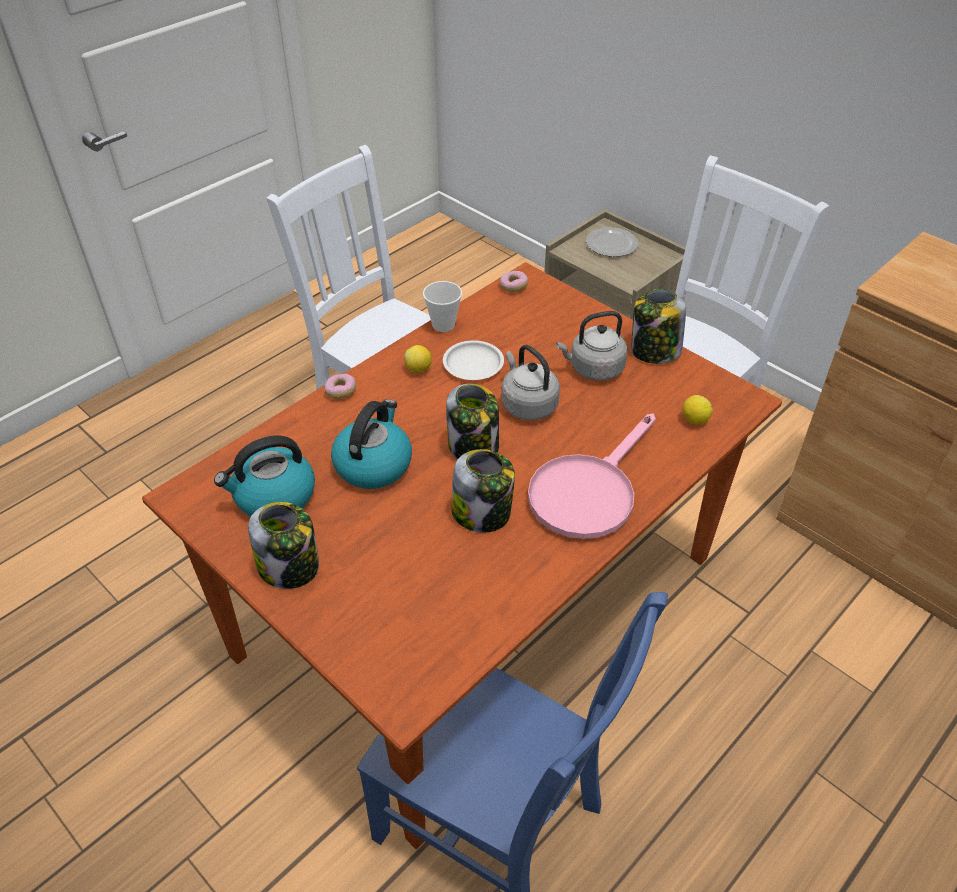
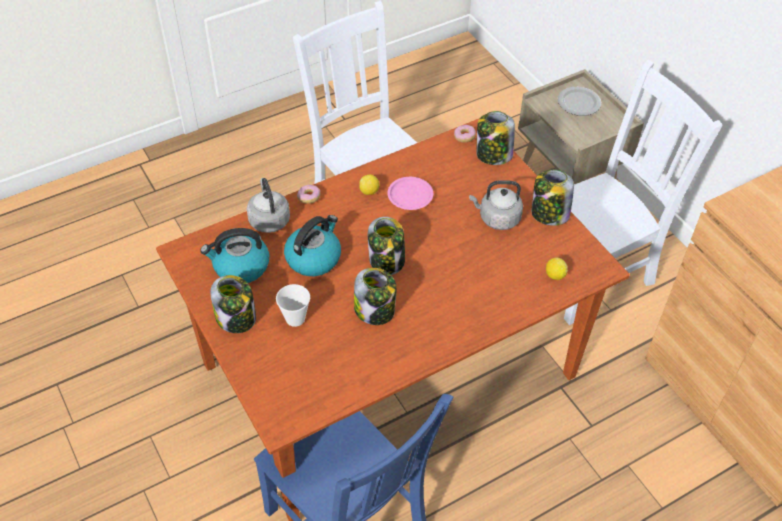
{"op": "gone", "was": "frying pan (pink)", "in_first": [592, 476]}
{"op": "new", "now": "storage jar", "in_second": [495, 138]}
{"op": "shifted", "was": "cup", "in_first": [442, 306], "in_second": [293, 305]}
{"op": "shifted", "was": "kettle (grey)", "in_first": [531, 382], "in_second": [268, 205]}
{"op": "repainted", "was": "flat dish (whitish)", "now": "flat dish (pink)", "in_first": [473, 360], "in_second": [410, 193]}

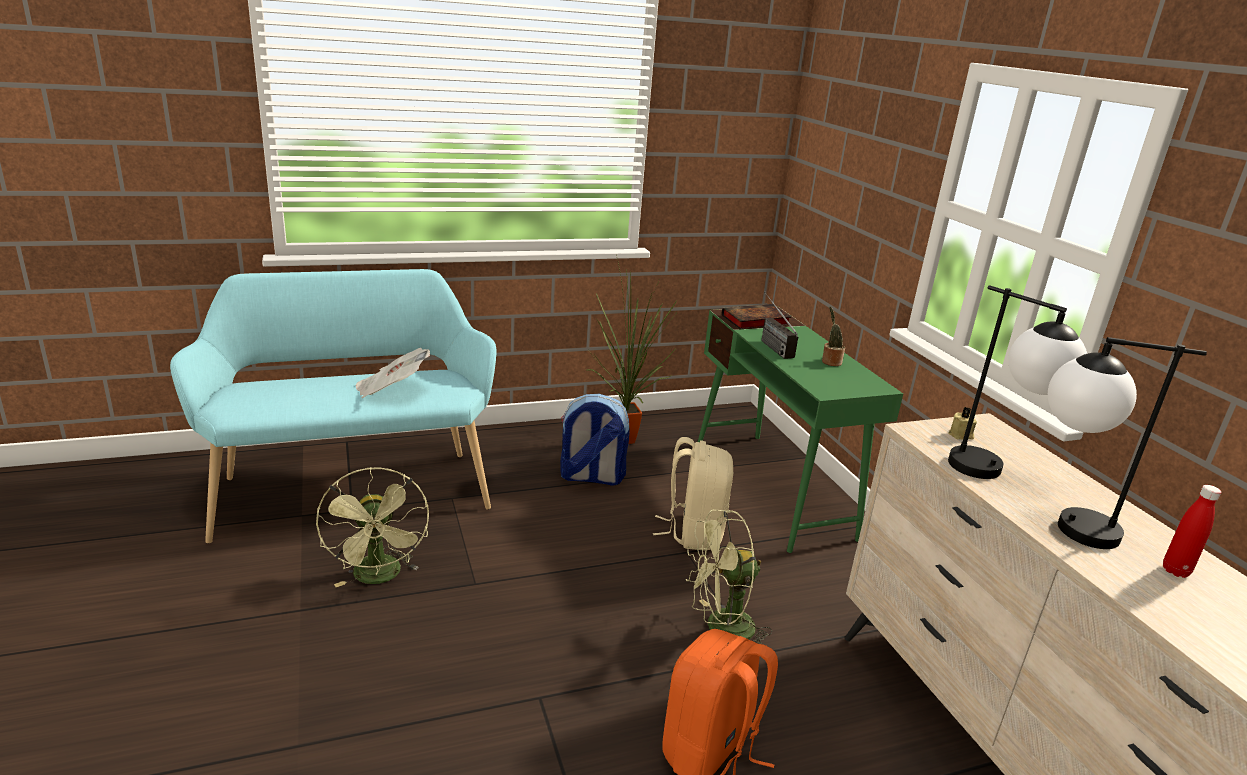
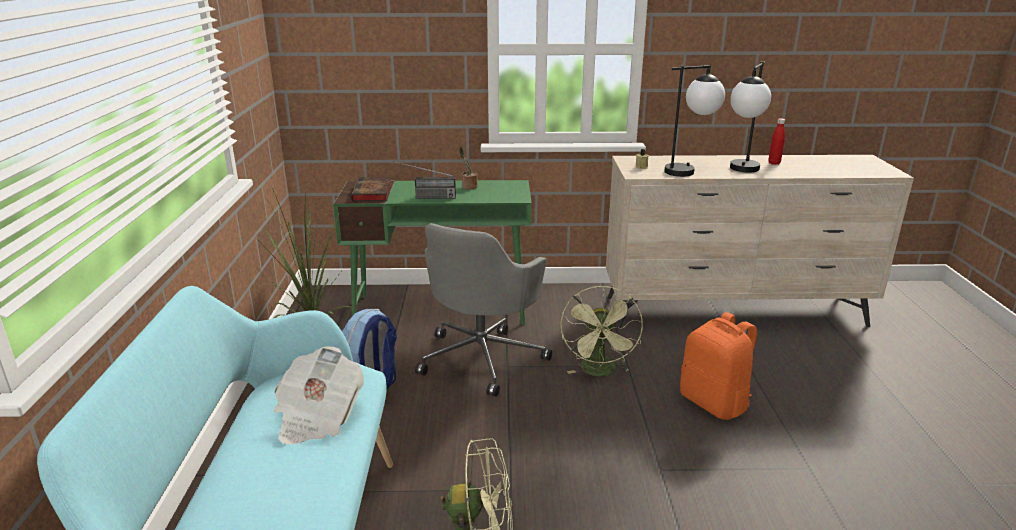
{"op": "swapped", "was": "backpack (beige)", "now": "desk chair (grey)", "in_first": [693, 494], "in_second": [483, 310]}

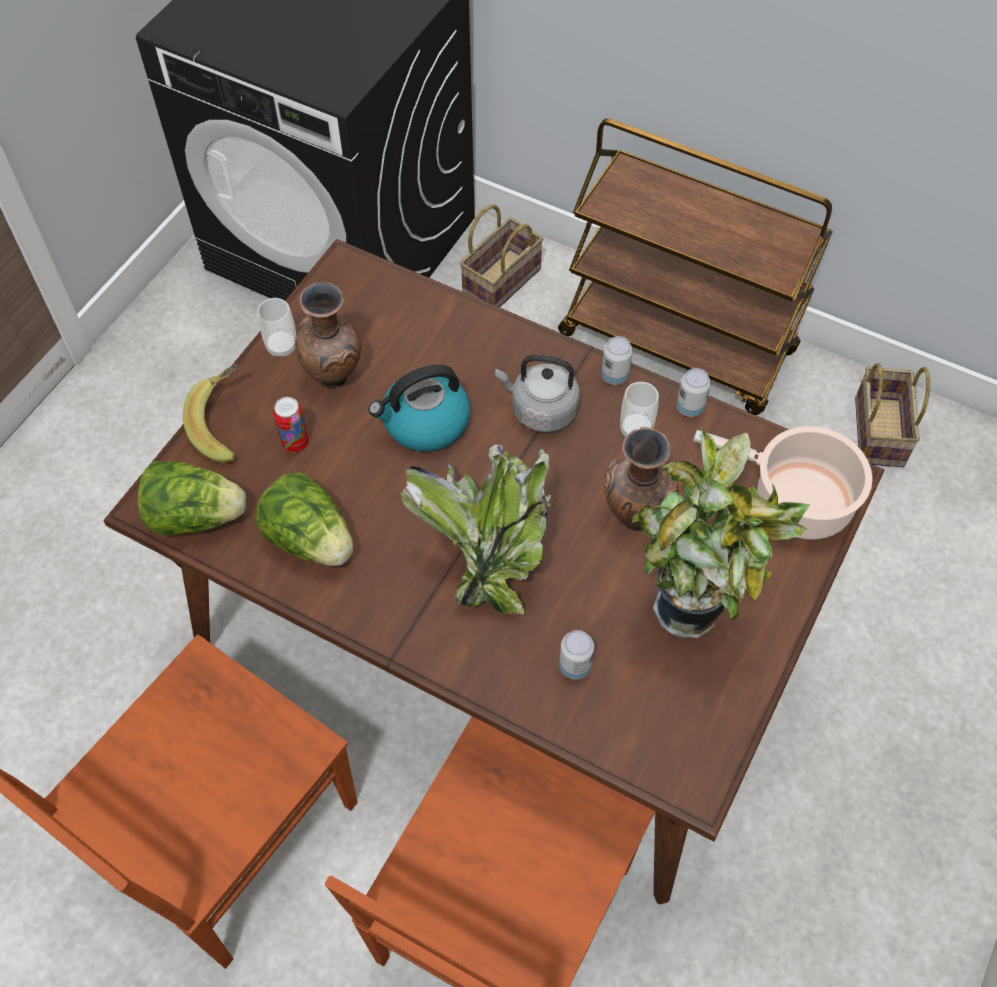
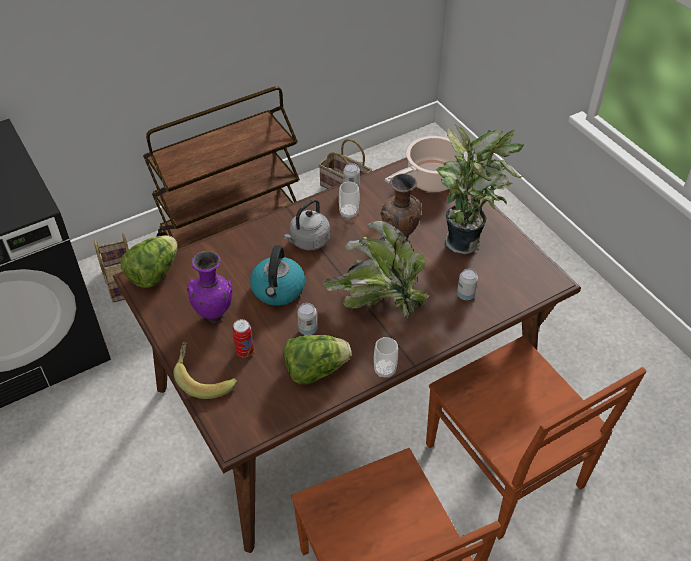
{"op": "shifted", "was": "lettuce", "in_first": [192, 498], "in_second": [149, 261]}
{"op": "shifted", "was": "cup", "in_first": [276, 327], "in_second": [386, 357]}
{"op": "shifted", "was": "can", "in_first": [617, 360], "in_second": [307, 319]}
{"op": "repainted", "was": "decorative vase (brown)", "now": "decorative vase (purplish)", "in_first": [328, 335], "in_second": [210, 287]}

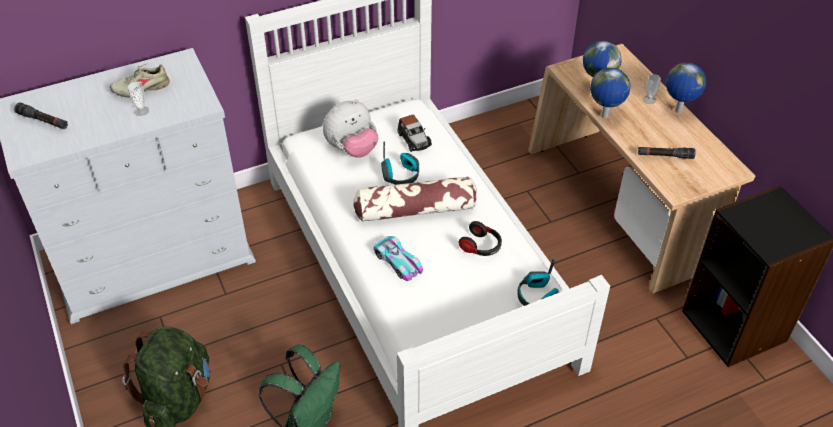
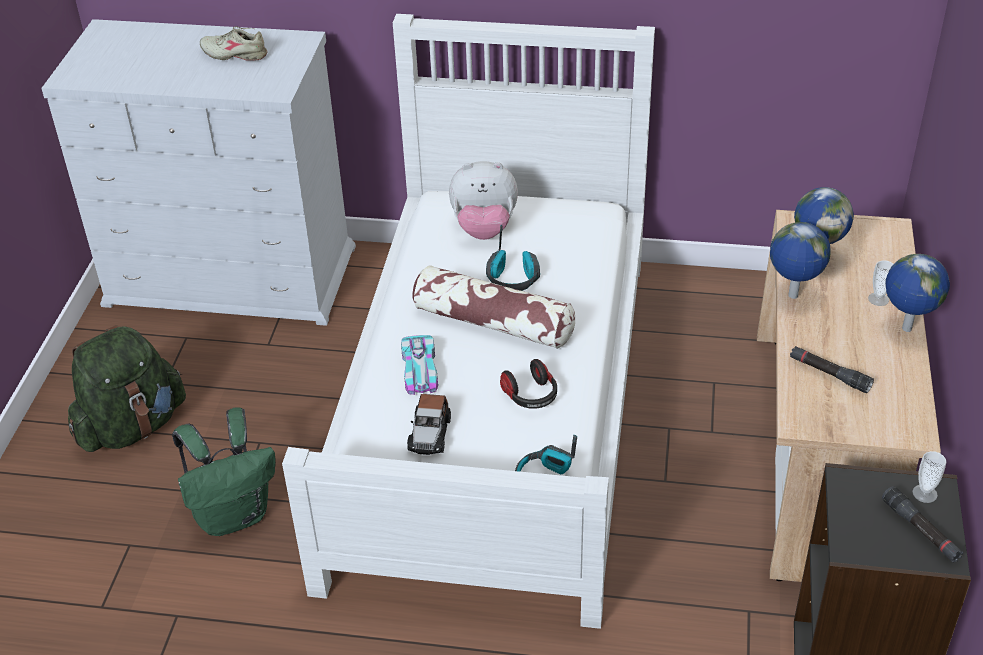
{"op": "shifted", "was": "torch (black-coloured)", "in_first": [41, 116], "in_second": [922, 524]}
{"op": "shifted", "was": "cup", "in_first": [138, 99], "in_second": [929, 477]}
{"op": "shifted", "was": "model car", "in_first": [415, 133], "in_second": [429, 424]}

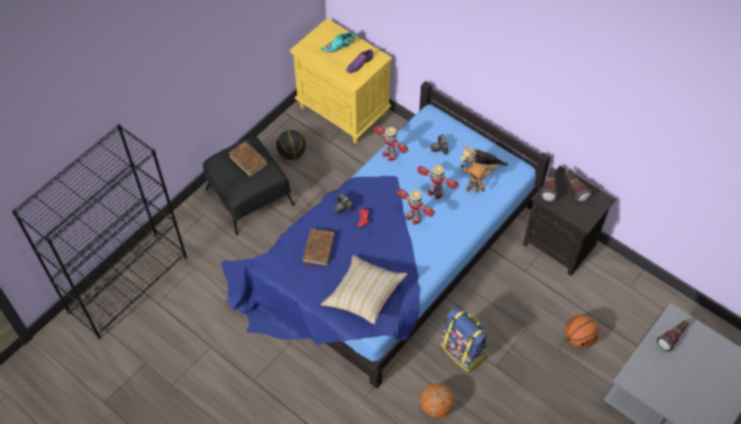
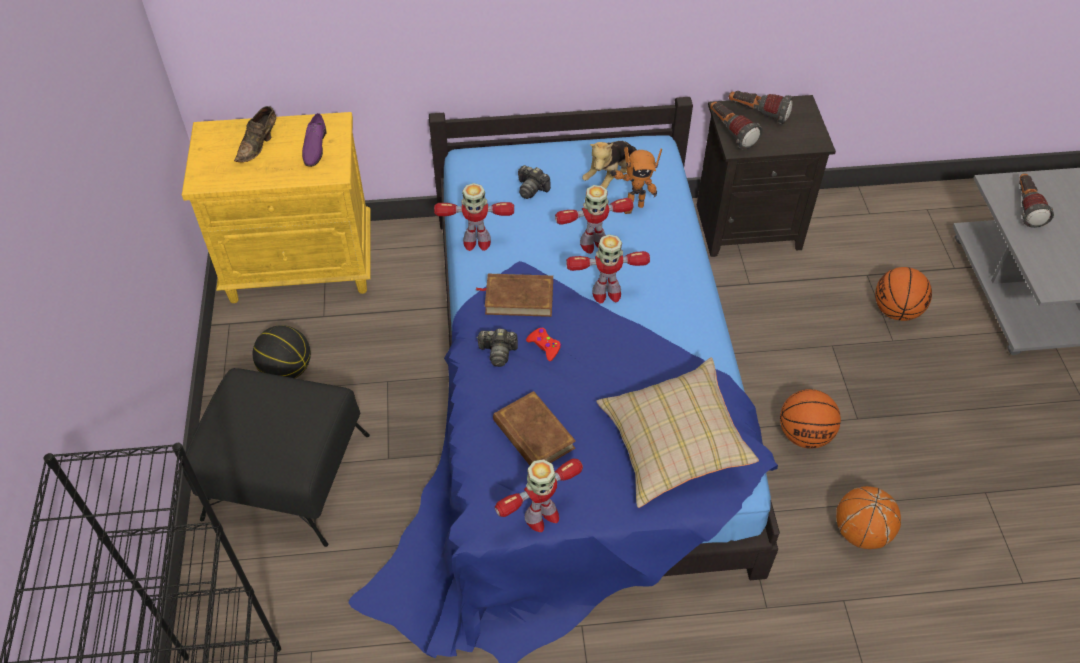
{"op": "new", "now": "robot figure", "in_second": [539, 495]}
{"op": "shifted", "was": "bound book (brown)", "in_first": [248, 159], "in_second": [514, 295]}
{"op": "swapped", "was": "backpack", "now": "basketball", "in_first": [465, 340], "in_second": [810, 419]}
{"op": "repainted", "was": "shoe (blue-green)", "now": "shoe (brown)", "in_first": [338, 42], "in_second": [255, 134]}

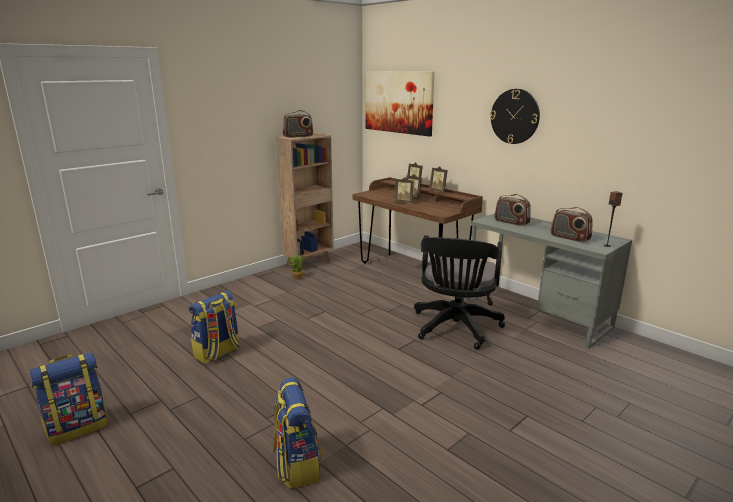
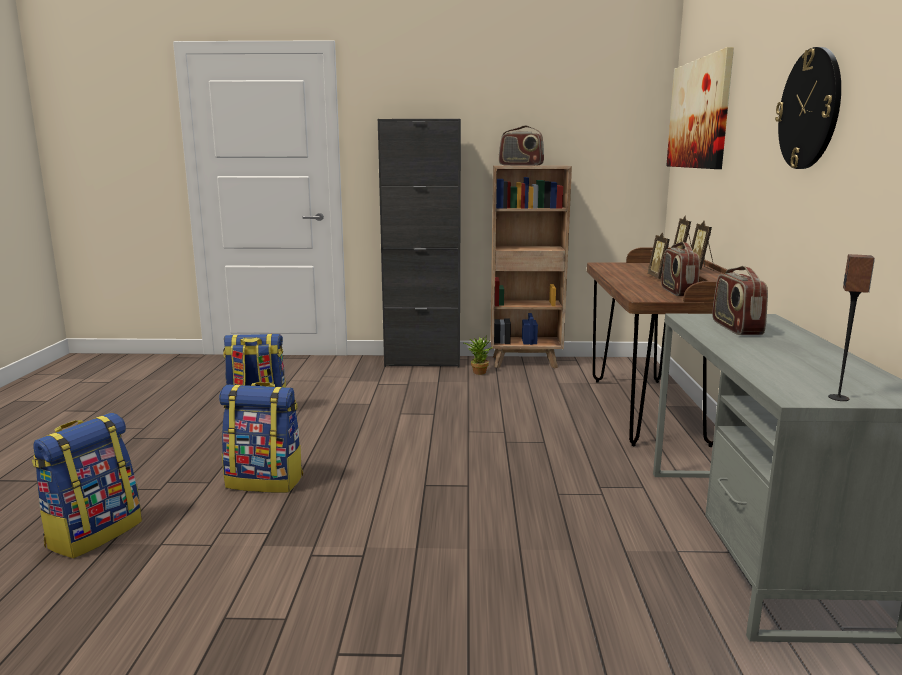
{"op": "gone", "was": "photo frame", "in_first": [404, 190]}
{"op": "gone", "was": "desk chair (black-coloured)", "in_first": [459, 292]}
{"op": "new", "now": "cabinet (black-coloured)", "in_second": [419, 243]}
{"op": "shifted", "was": "backpack", "in_first": [69, 399], "in_second": [261, 437]}
{"op": "shifted", "was": "radio set", "in_first": [572, 224], "in_second": [680, 269]}

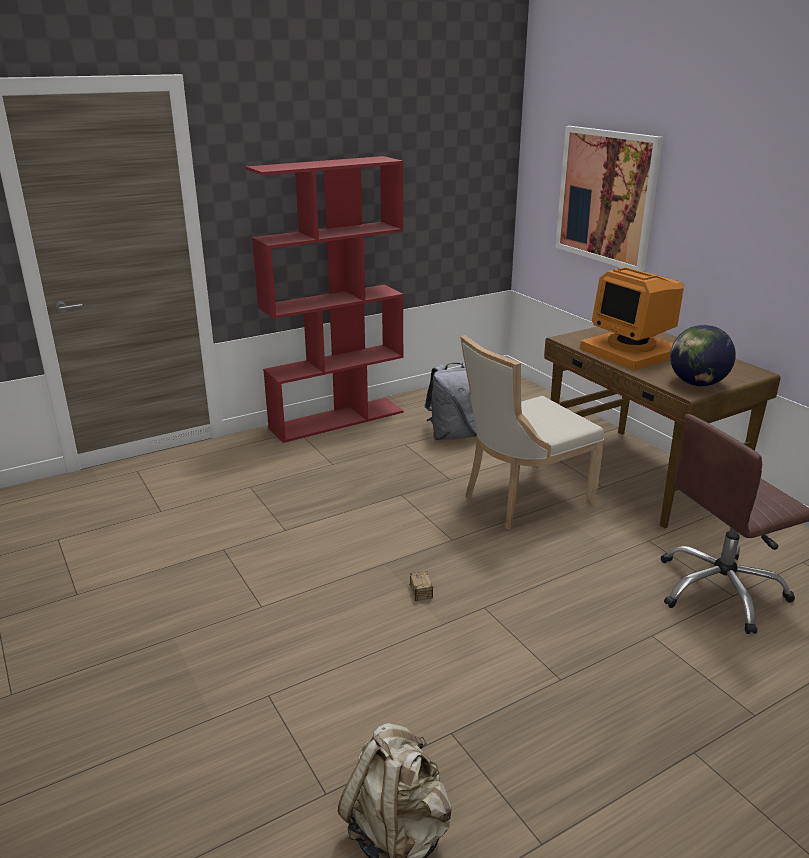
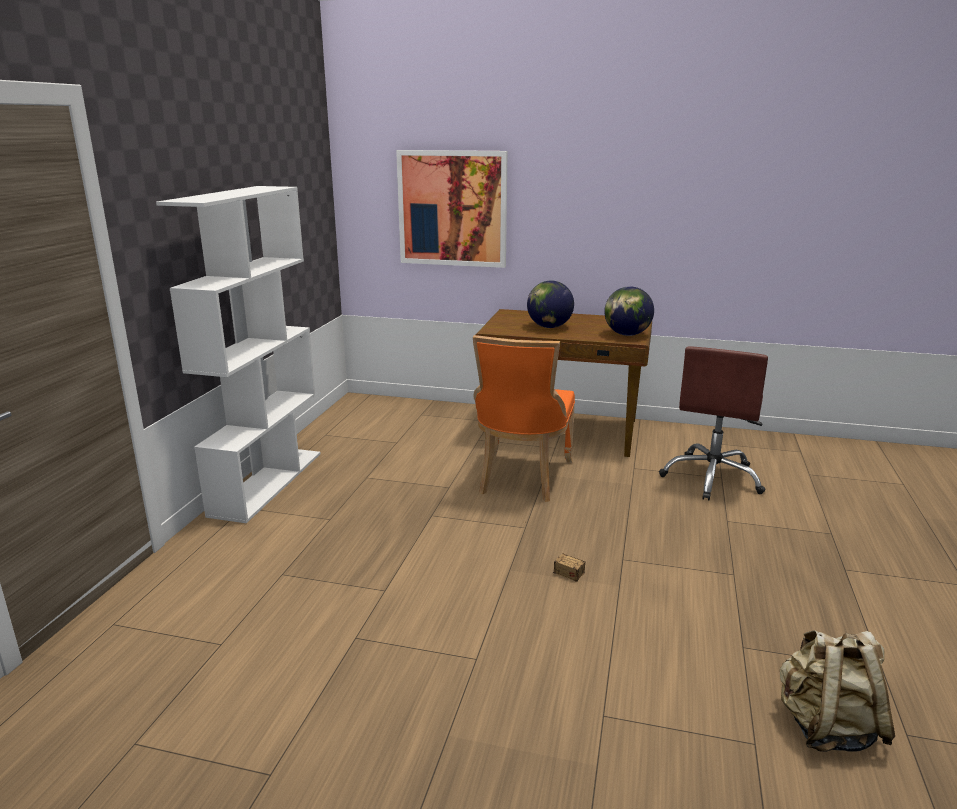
{"op": "gone", "was": "backpack (grey)", "in_first": [450, 401]}
{"op": "swapped", "was": "computer screen", "now": "world globe", "in_first": [632, 318], "in_second": [550, 304]}
{"op": "repainted", "was": "bookshelf (reddish)", "now": "bookshelf (whitish)", "in_first": [325, 299], "in_second": [238, 354]}
{"op": "repainted", "was": "chair (beige)", "now": "chair (orange)", "in_first": [532, 432], "in_second": [524, 418]}

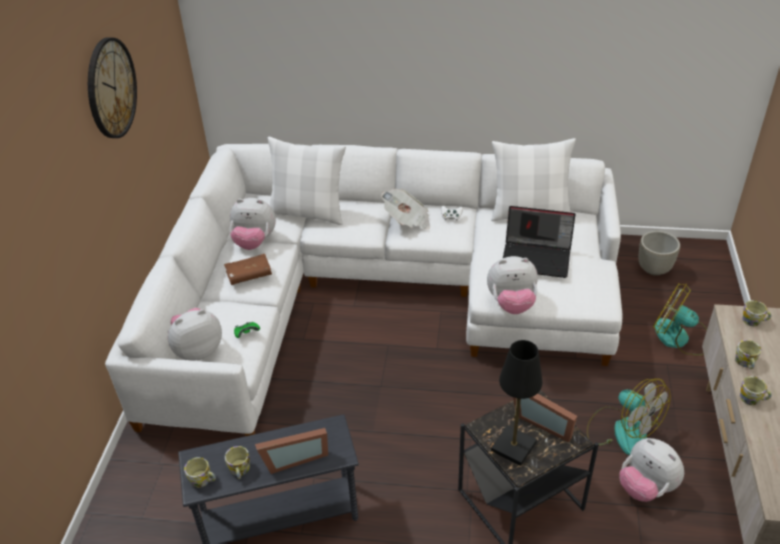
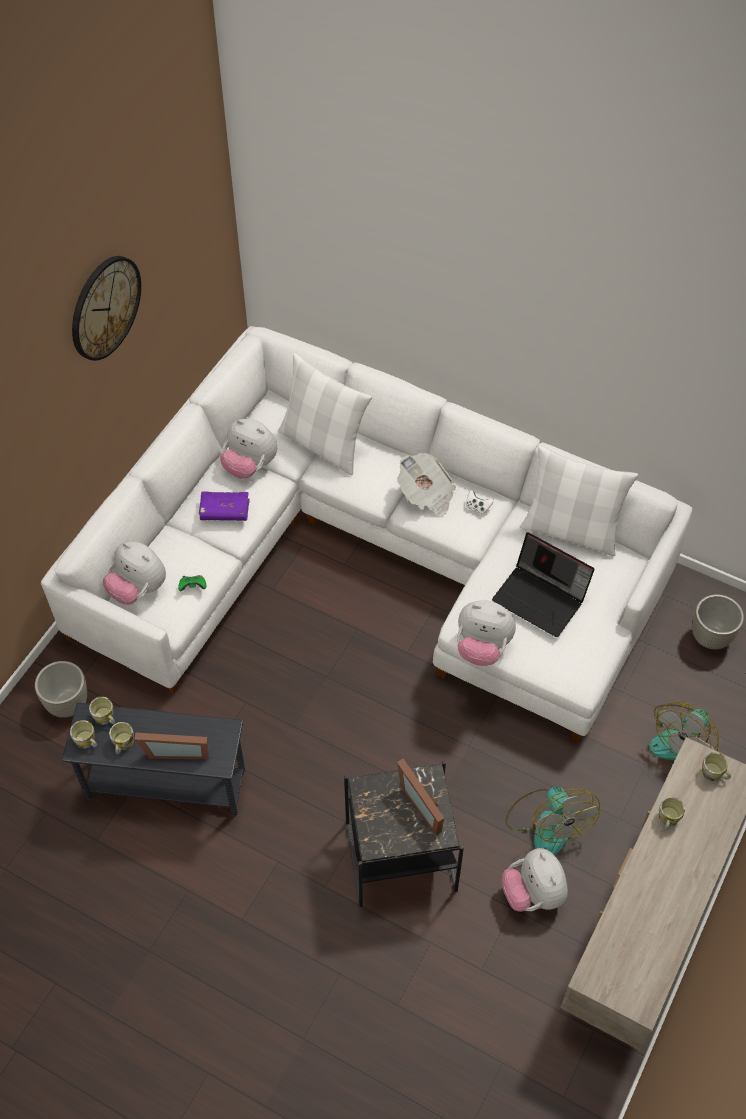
{"op": "gone", "was": "lamp for a table (black-coloured)", "in_first": [516, 403]}
{"op": "new", "now": "plant pot (grey)", "in_second": [61, 689]}
{"op": "shifted", "was": "tea mug", "in_first": [756, 390], "in_second": [102, 711]}
{"op": "repainted", "was": "bound book (brown)", "now": "bound book (purplish)", "in_first": [248, 269], "in_second": [224, 506]}
{"op": "rotated", "was": "cuddly toy", "in_first": [195, 334], "in_second": [134, 573], "clockwise": -135}
{"op": "rotated", "was": "cooling fan", "in_first": [679, 320], "in_second": [684, 731], "clockwise": -105}

